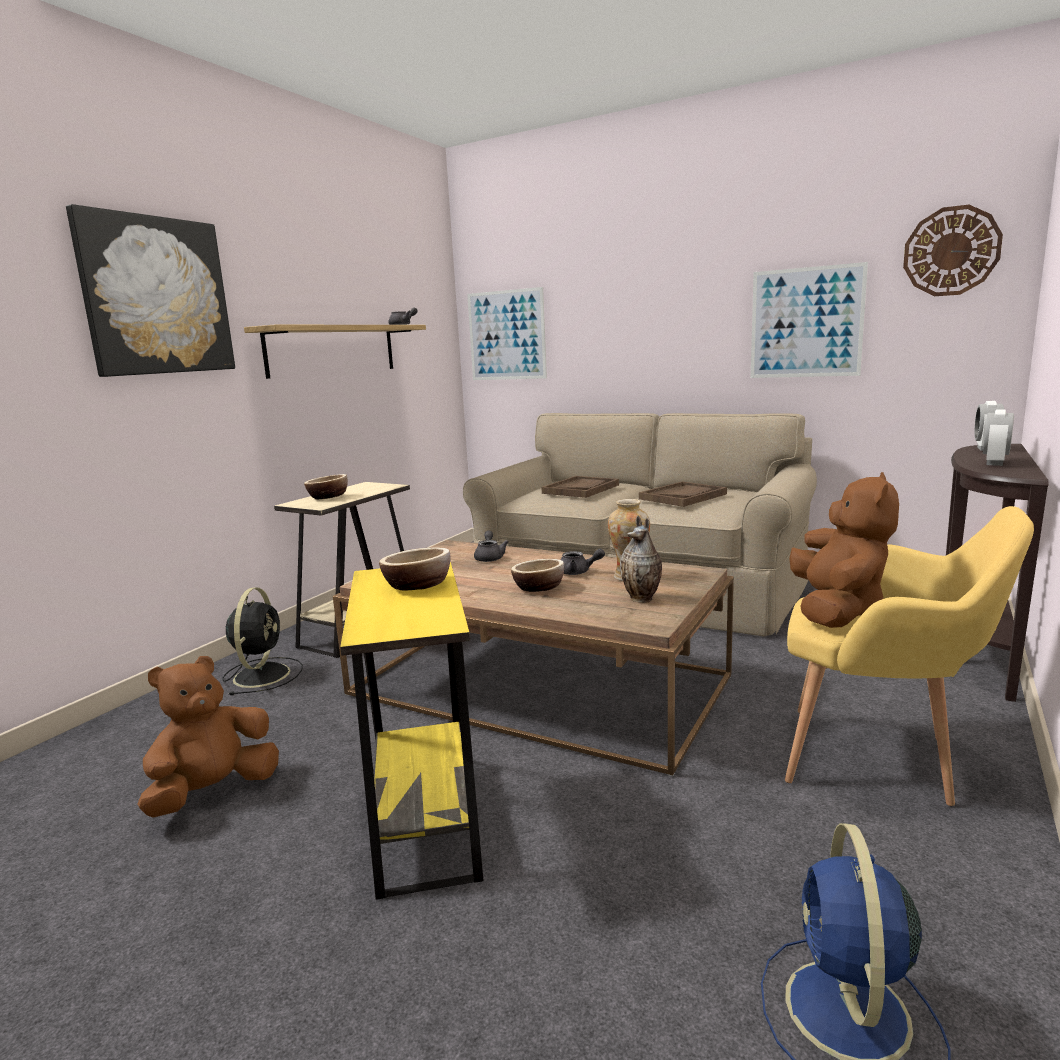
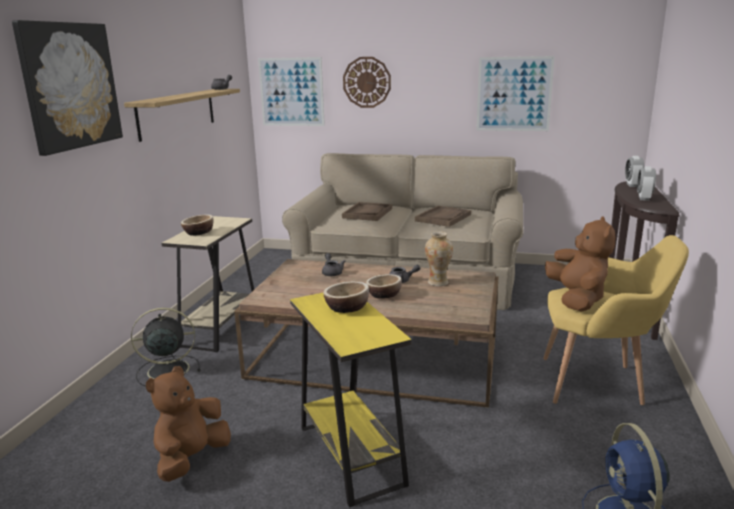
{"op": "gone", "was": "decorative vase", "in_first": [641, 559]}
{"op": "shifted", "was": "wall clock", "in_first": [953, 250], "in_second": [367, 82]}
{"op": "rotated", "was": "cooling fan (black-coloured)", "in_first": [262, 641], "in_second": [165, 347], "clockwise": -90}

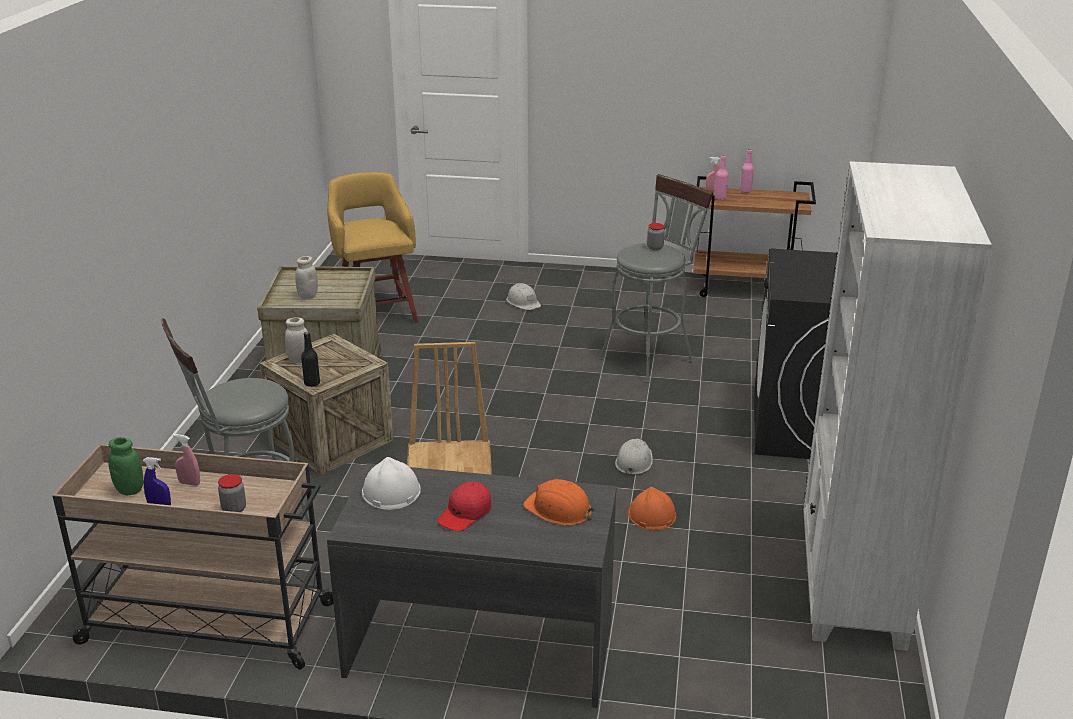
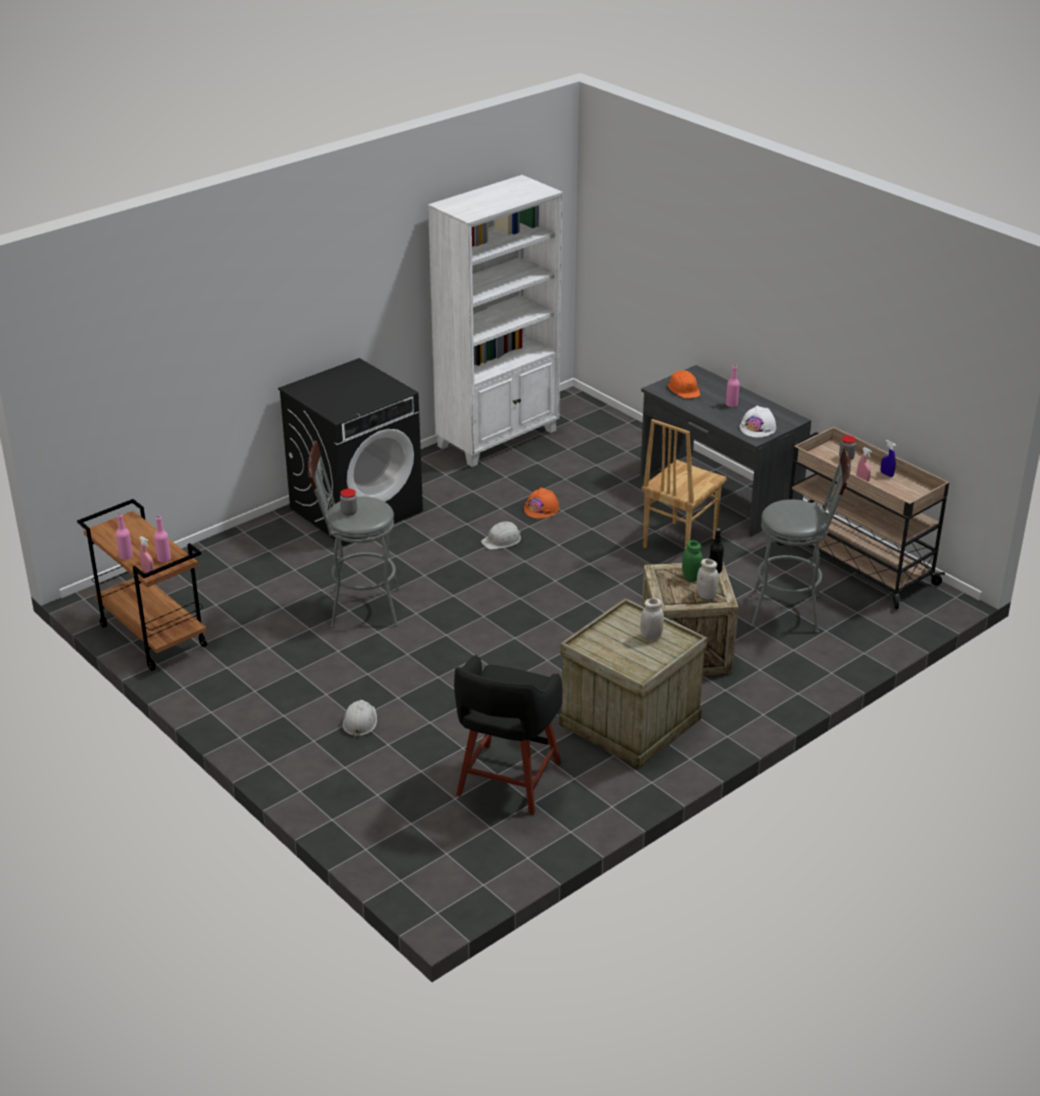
{"op": "shifted", "was": "storage jar (greenish)", "in_first": [126, 466], "in_second": [692, 560]}
{"op": "swapped", "was": "peaked cap (reddish)", "now": "drink bottle (pink)", "in_first": [464, 507], "in_second": [732, 386]}
{"op": "repainted", "was": "stool seat (yellow)", "now": "stool seat (black-coloured)", "in_first": [372, 247], "in_second": [508, 735]}

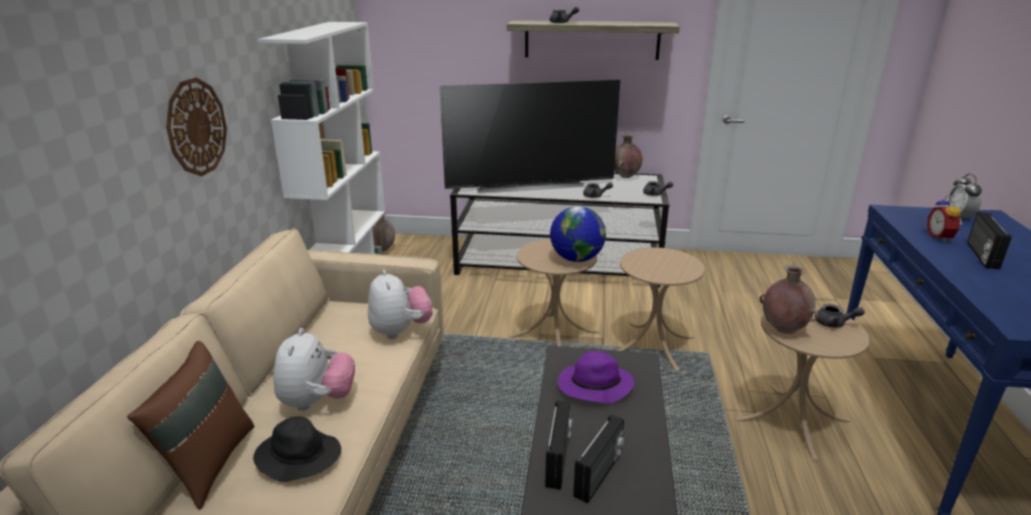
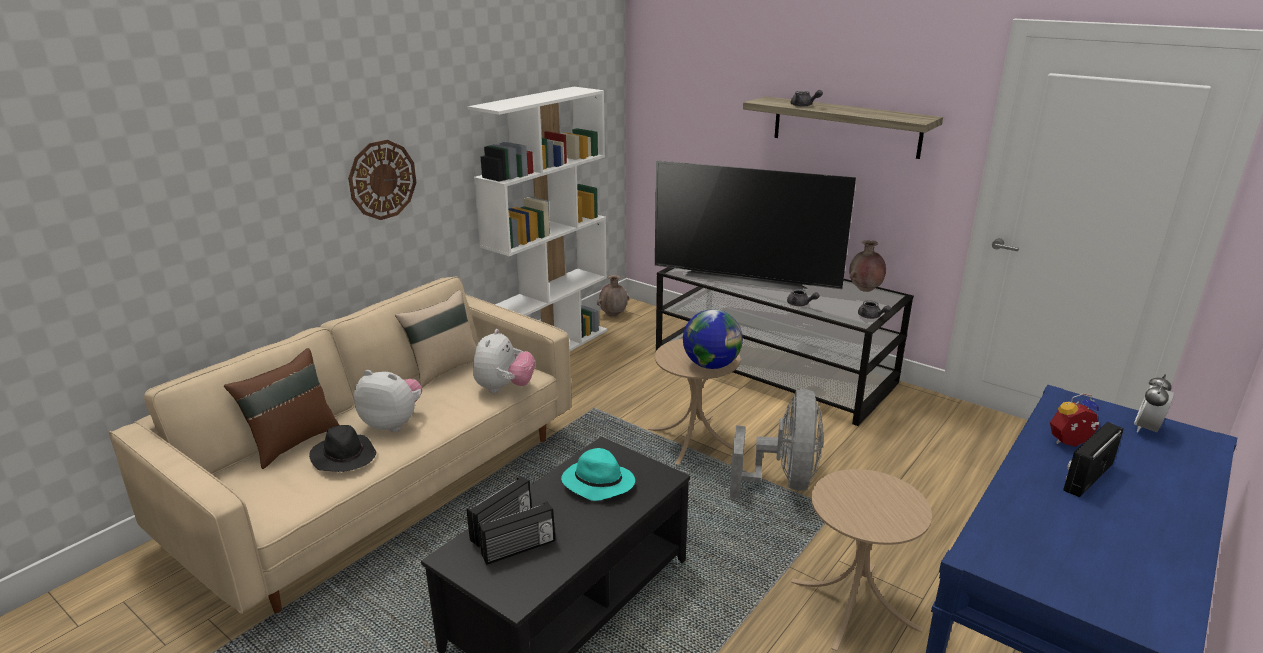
{"op": "gone", "was": "decorative vase (brown)", "in_first": [788, 299]}
{"op": "gone", "was": "tea pot (grey)", "in_first": [840, 316]}
{"op": "new", "now": "throw pillow (beige)", "in_second": [436, 338]}
{"op": "swapped", "was": "end table (beige)", "now": "cooling fan (grey)", "in_first": [660, 308], "in_second": [777, 444]}
{"op": "repainted", "was": "hat (purplish)", "now": "hat (blue-green)", "in_first": [596, 377], "in_second": [598, 474]}
{"op": "rotated", "was": "cuddly toy", "in_first": [314, 369], "in_second": [388, 401], "clockwise": -105}
{"op": "rotated", "was": "table clock", "in_first": [944, 219], "in_second": [1074, 420], "clockwise": 45}

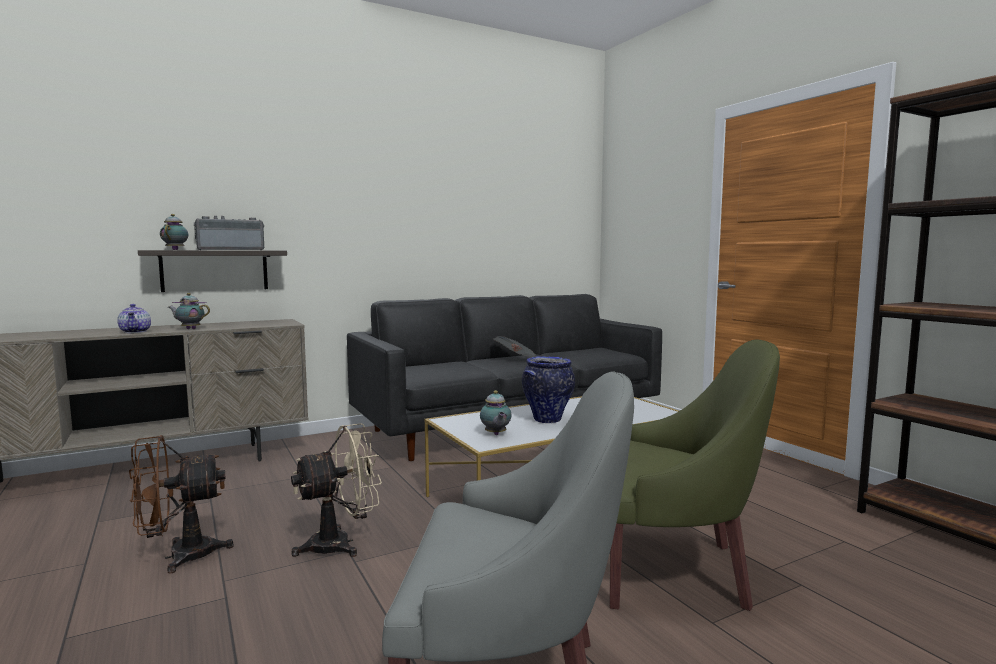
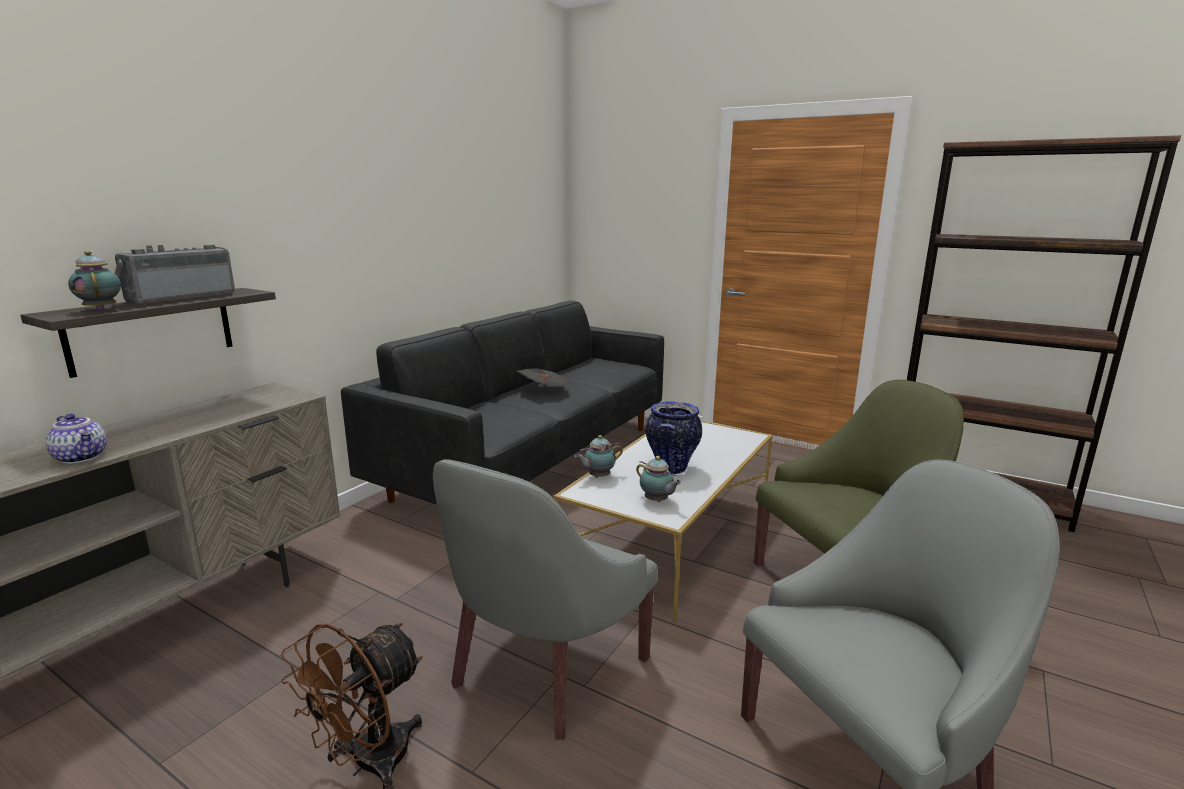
{"op": "shifted", "was": "tea pot", "in_first": [189, 311], "in_second": [598, 456]}
{"op": "swapped", "was": "cooling fan (beige)", "now": "easy chair (grey)", "in_first": [336, 490], "in_second": [545, 599]}

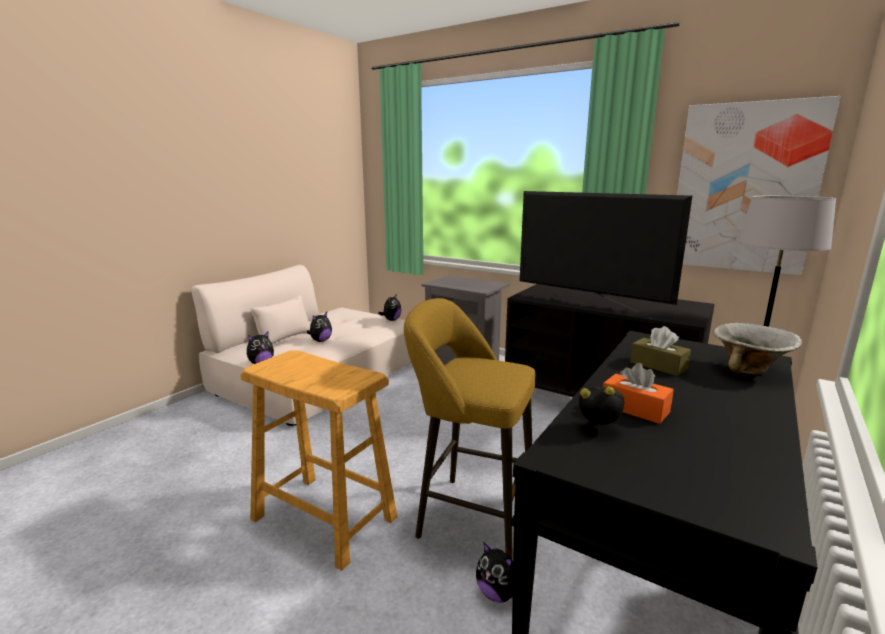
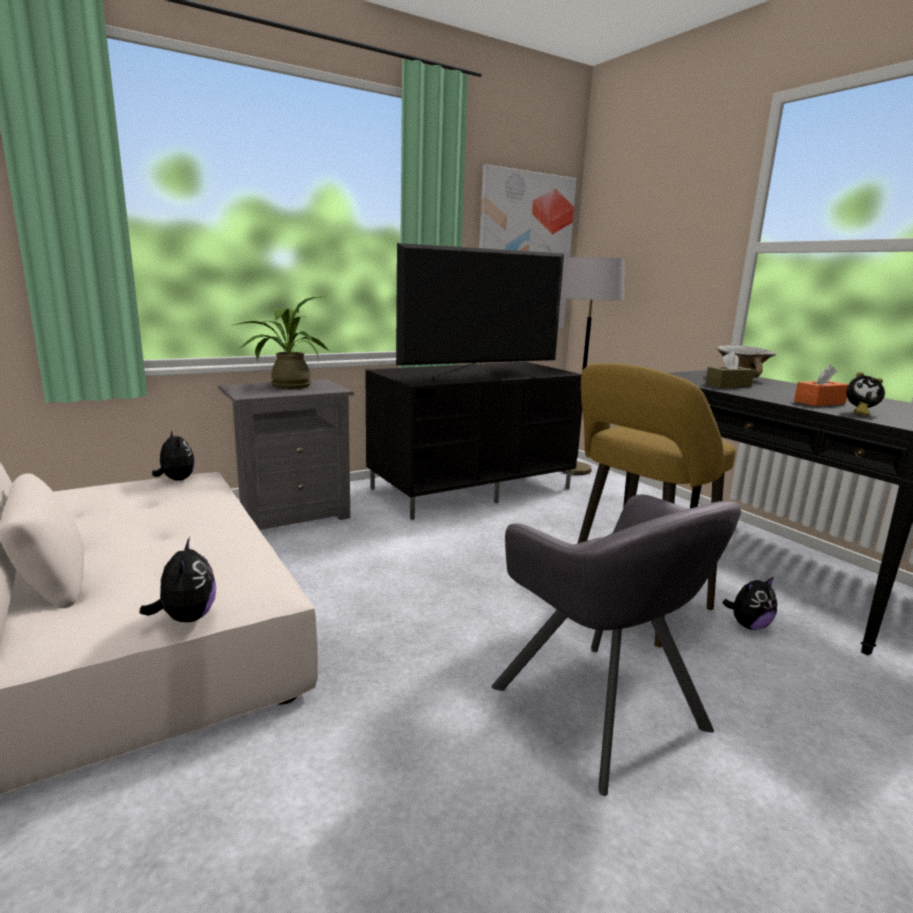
{"op": "gone", "was": "cuddly toy", "in_first": [319, 327]}
{"op": "new", "now": "houseplant", "in_second": [280, 343]}
{"op": "swapped", "was": "stool seat (beige)", "now": "easy chair (grey)", "in_first": [318, 460], "in_second": [616, 645]}
{"op": "rotated", "was": "table clock", "in_first": [601, 405], "in_second": [865, 394], "clockwise": -120}

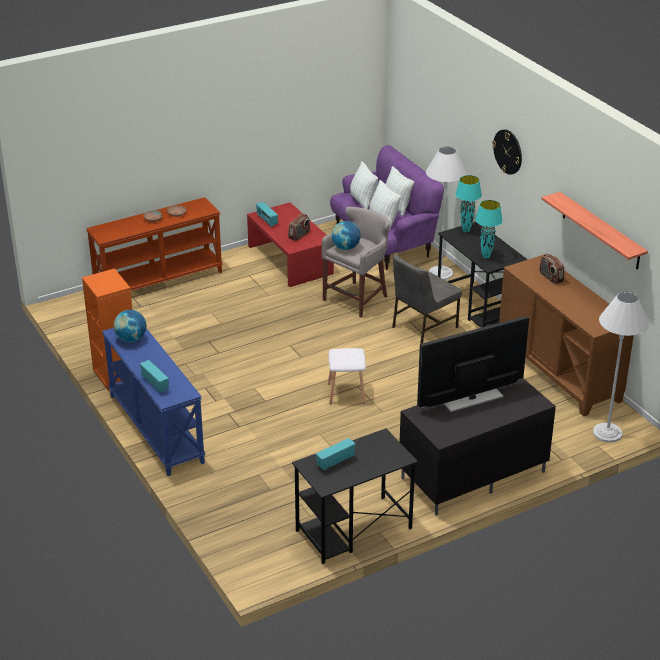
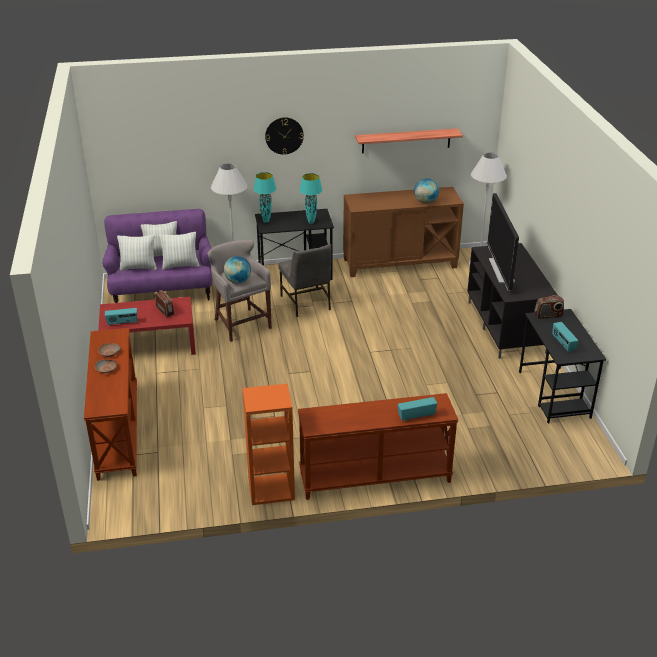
{"op": "gone", "was": "stool seat (whitish)", "in_first": [347, 376]}
{"op": "shifted", "was": "world globe", "in_first": [130, 326], "in_second": [426, 190]}
{"op": "shifted", "was": "radio set", "in_first": [552, 269], "in_second": [549, 307]}
{"op": "repainted", "was": "narrow table (bluish)", "now": "narrow table (brown)", "in_first": [153, 402], "in_second": [378, 446]}

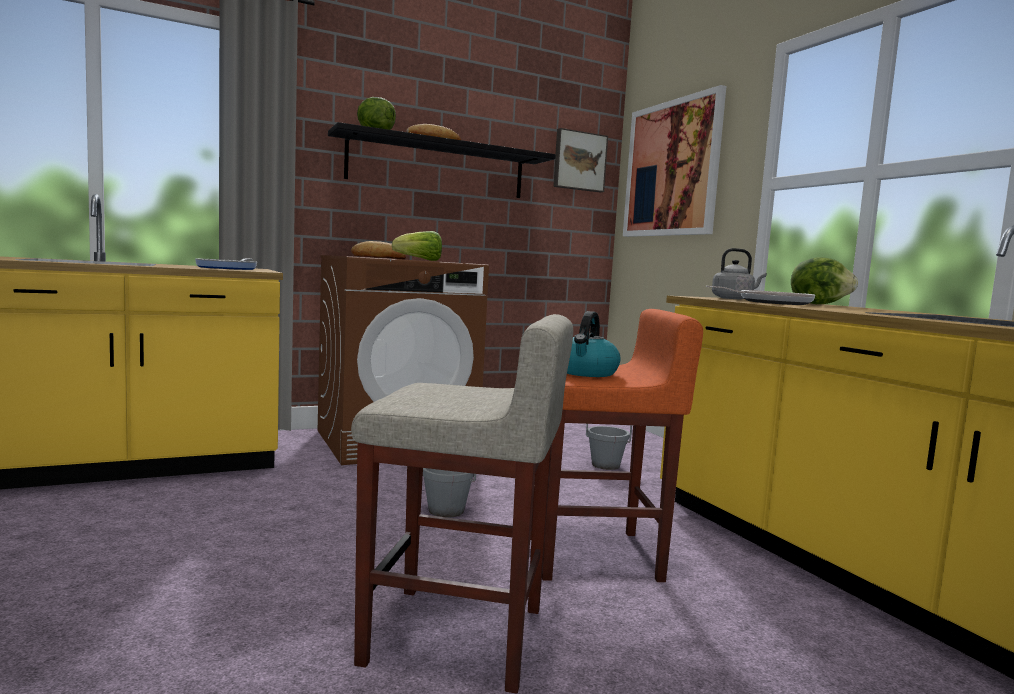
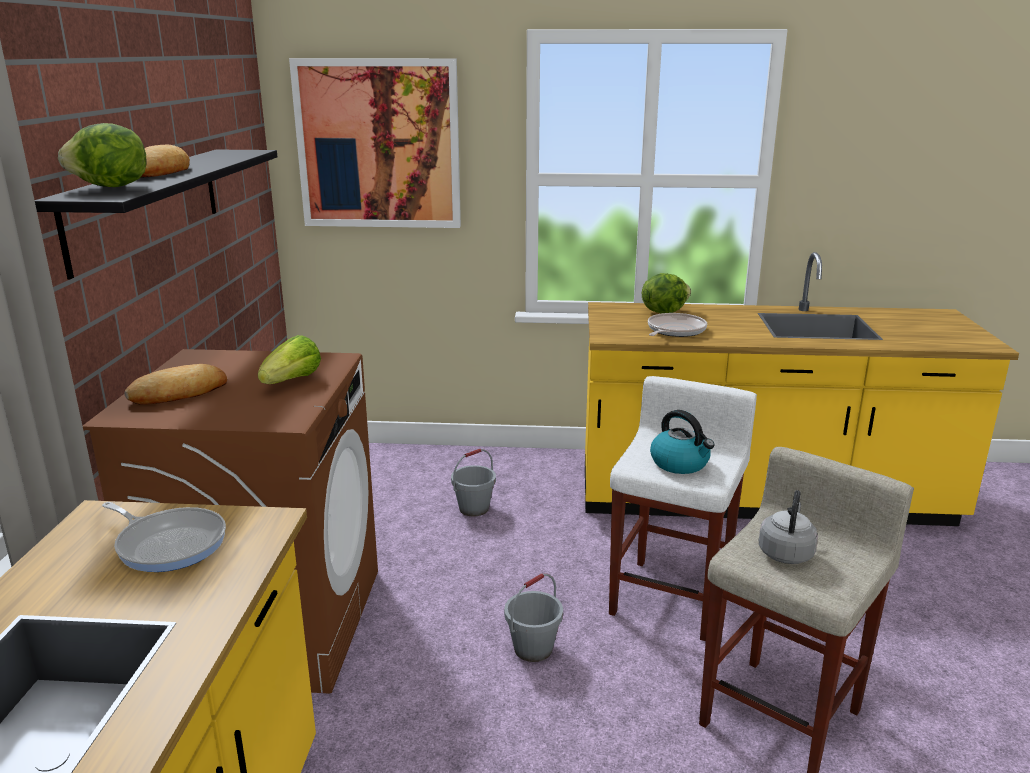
{"op": "gone", "was": "wall picture", "in_first": [580, 160]}
{"op": "shifted", "was": "kettle (grey)", "in_first": [739, 274], "in_second": [788, 527]}
{"op": "repainted", "was": "stool seat (orange)", "now": "stool seat (whitish)", "in_first": [617, 445], "in_second": [683, 508]}

